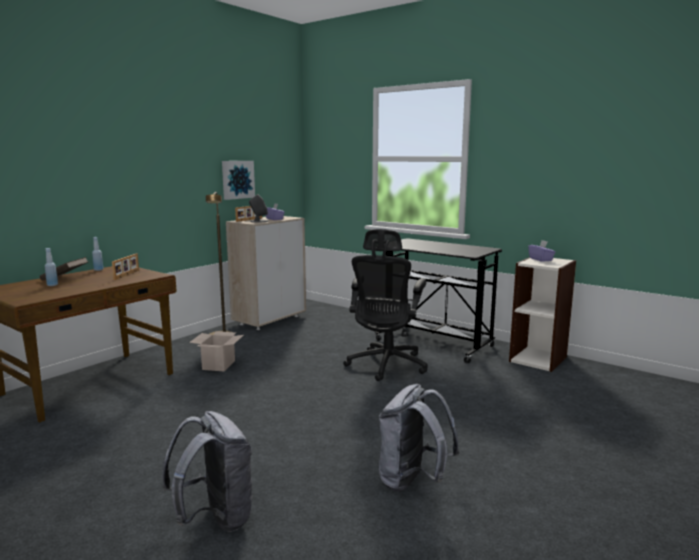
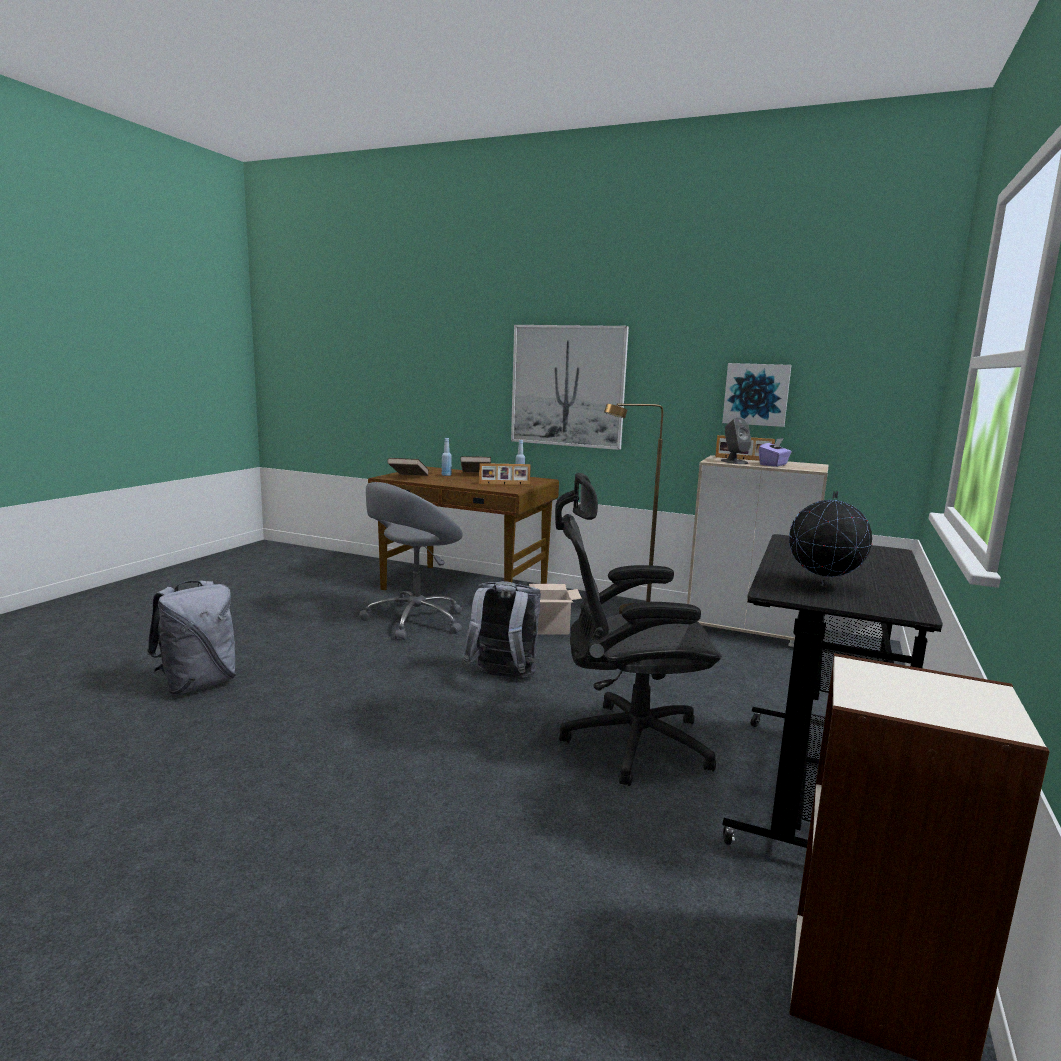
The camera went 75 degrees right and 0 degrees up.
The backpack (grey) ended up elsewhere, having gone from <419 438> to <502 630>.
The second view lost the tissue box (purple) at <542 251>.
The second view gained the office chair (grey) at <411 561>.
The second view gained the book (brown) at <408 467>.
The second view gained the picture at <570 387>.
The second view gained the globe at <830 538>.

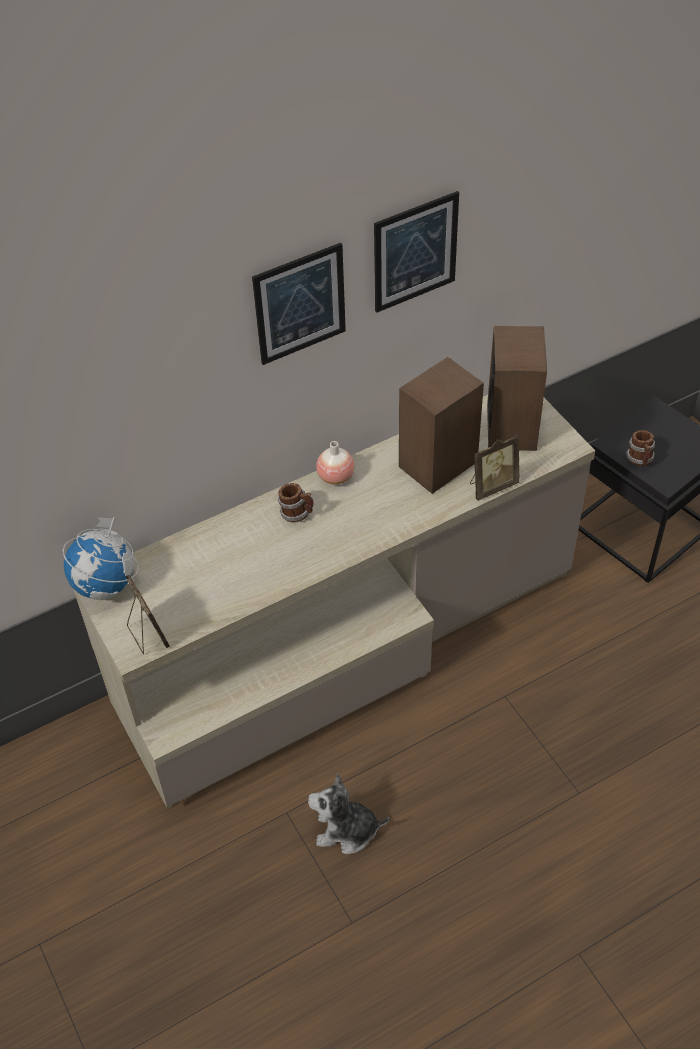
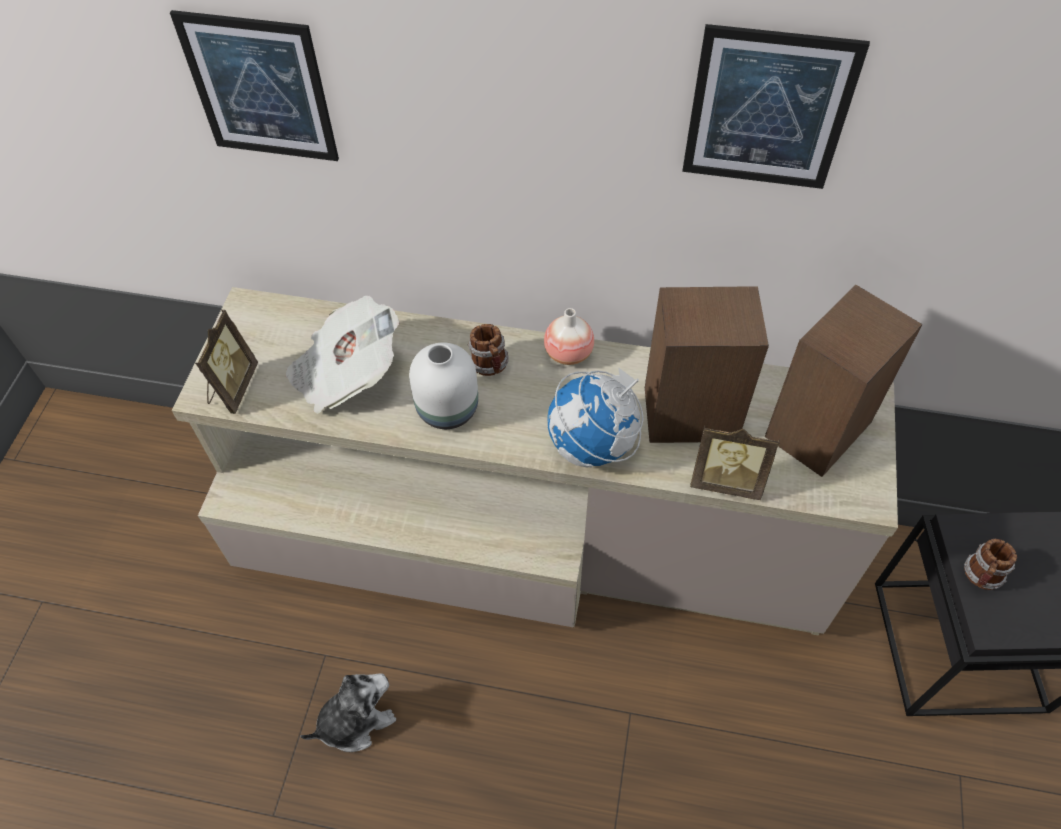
The camera went 40 degrees right and 5 degrees up.
The globe ended up elsewhere, having gone from <100 558> to <595 417>.
The picture ended up elsewhere, having gone from <299 304> to <254 85>.
The plush toy at <349 813> ended up facing another way, 105 degrees clockwise from before.
The second view gained the newspaper at <342 355>.
The second view gained the vase (white) at <443 385>.

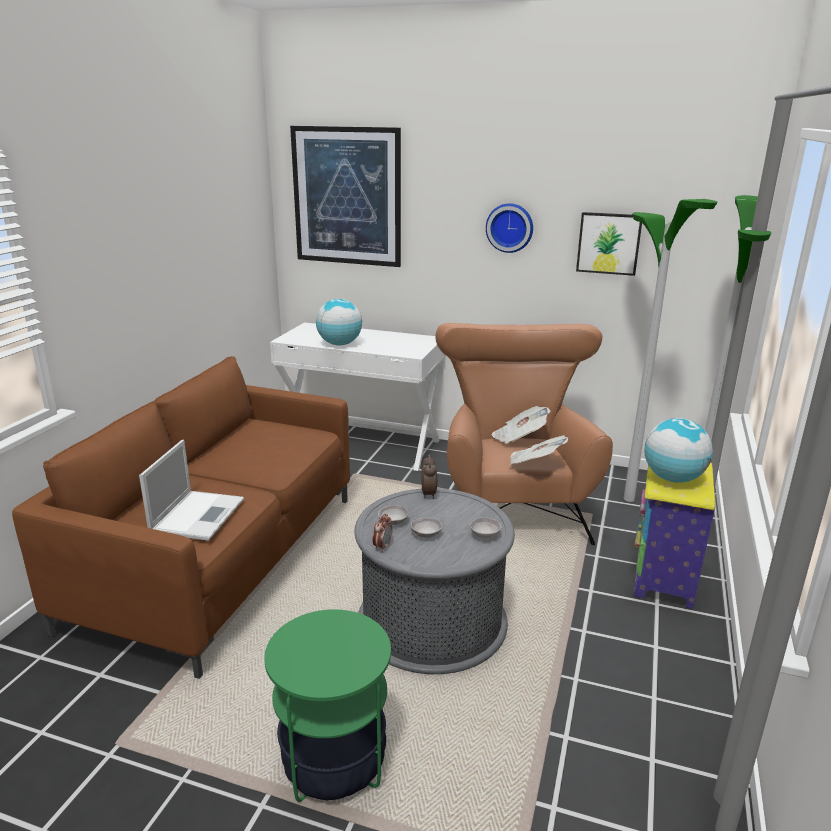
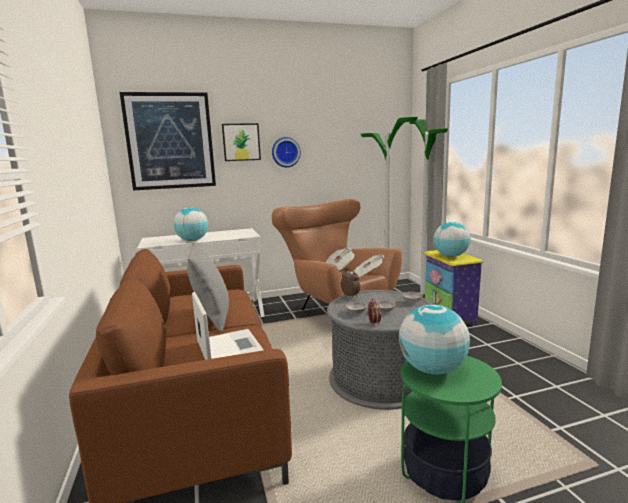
The camera went 35 degrees left and 10 degrees down.
The picture ended up elsewhere, having gone from <609 244> to <241 142>.
The second view gained the pillow (grey) at <208 287>.
The second view gained the globe at <434 339>.

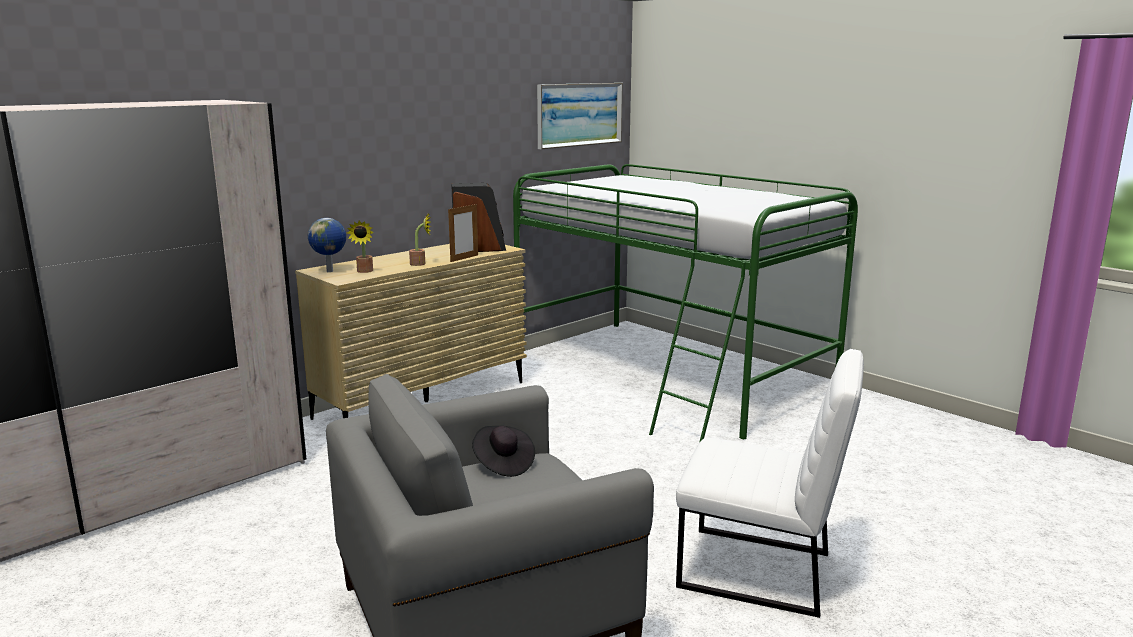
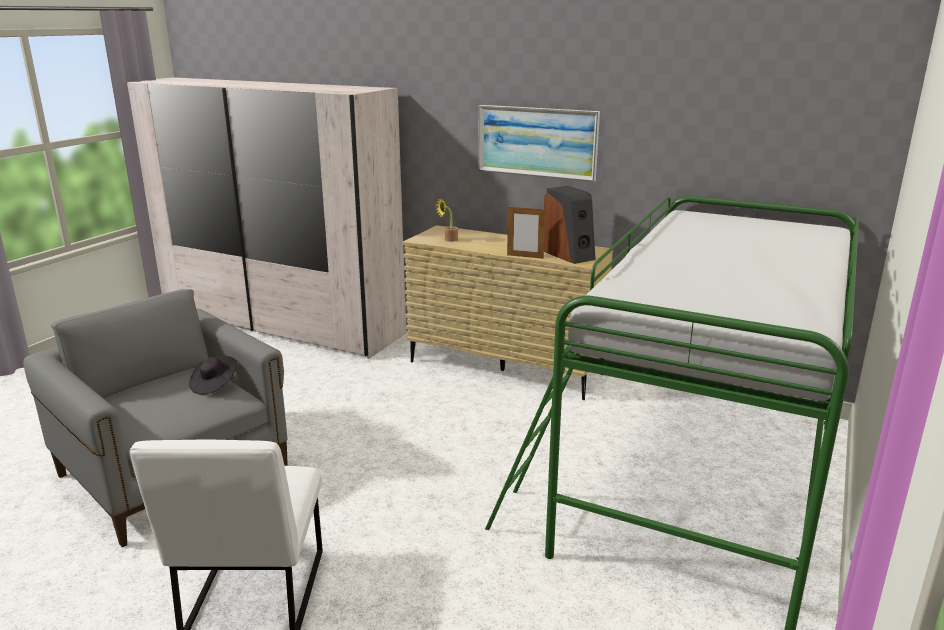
The camera went 70 degrees right and 5 degrees up.
The second view lost the globe at <327 245>.
The second view lost the potted plant at <420 239>.
The picture ended up elsewhere, having gone from <580 116> to <539 143>.

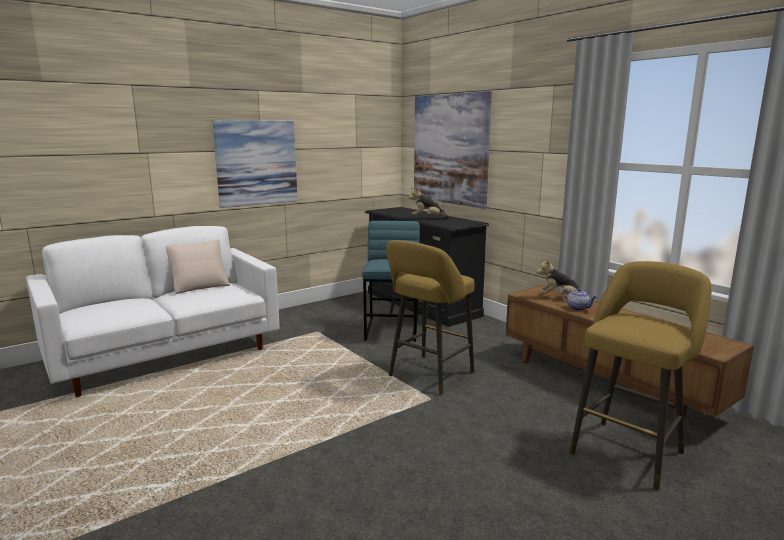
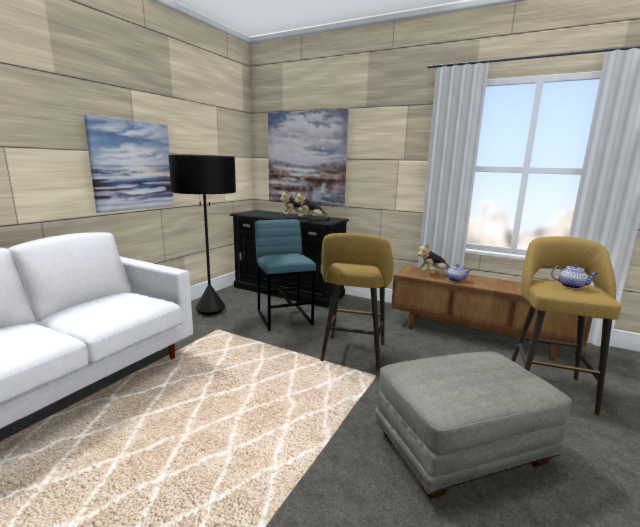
The camera went 25 degrees left and 0 degrees up.
The second view lost the pillow (beige) at <198 266>.
The second view gained the floor lamp (black) at <202 235>.
The second view gained the plush toy at <313 206>.
The second view gained the ottoman (grey) at <473 425>.
The second view gained the teapot at <574 276>.

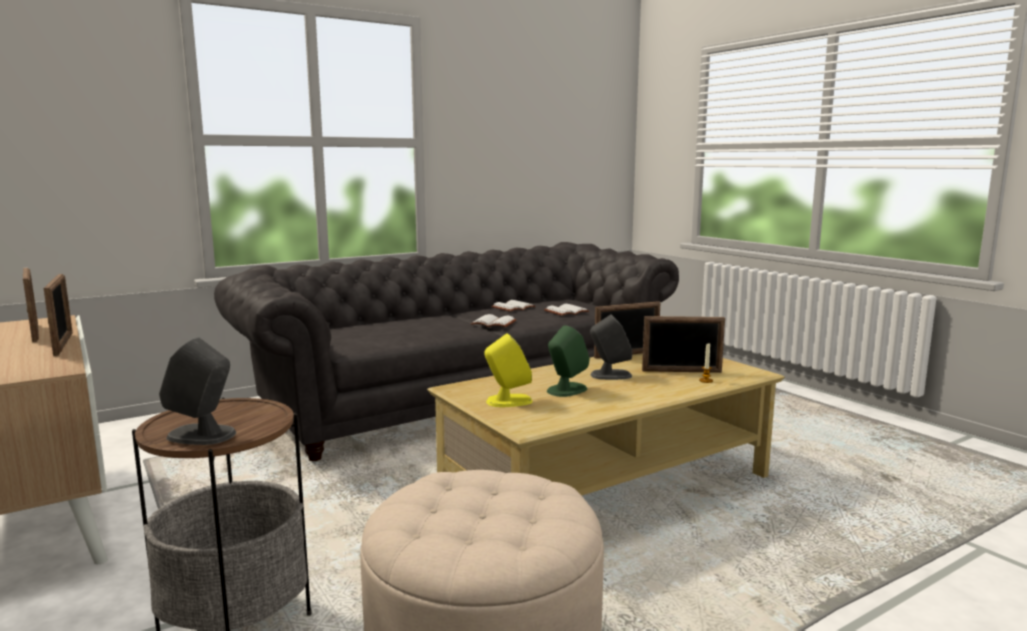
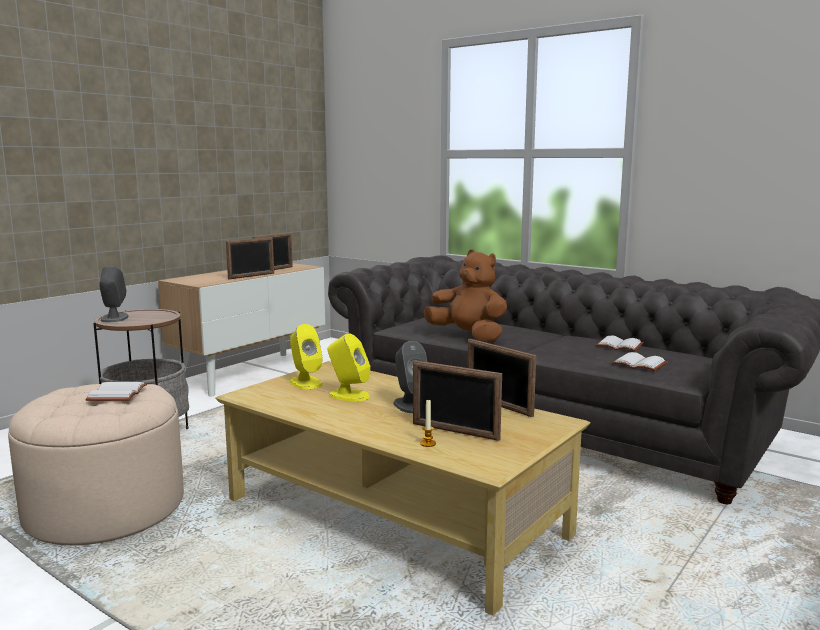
The camera went 70 degrees right and 0 degrees up.
The book (white) ended up elsewhere, having gone from <494 320> to <116 391>.
What was the speaker (green) at <568 361> turned into the speaker (yellow) at <349 367>.
The picture frame at <683 344> ended up facing another way, 45 degrees counterclockwise from before.
The second view gained the plush toy (brown) at <465 295>.

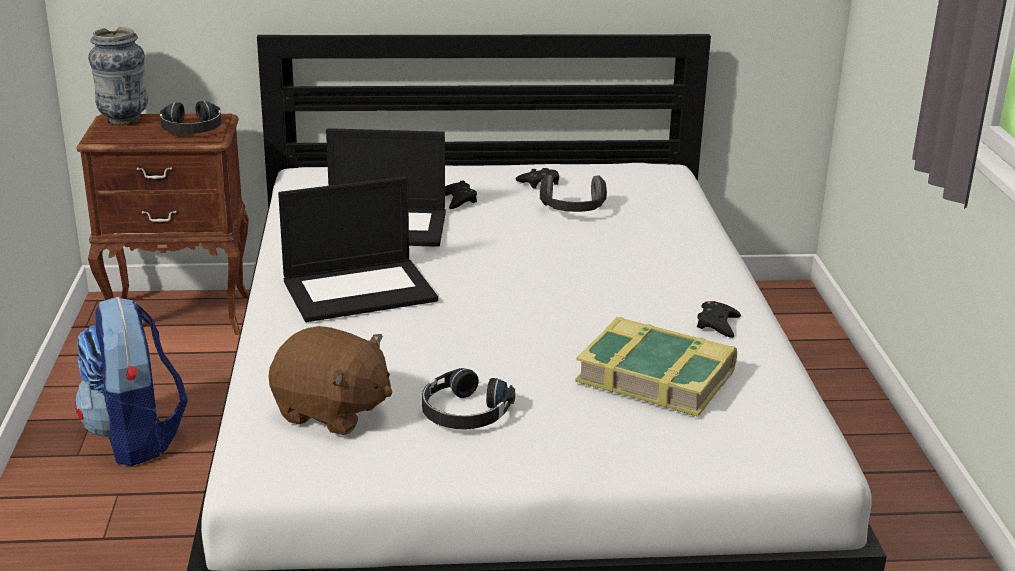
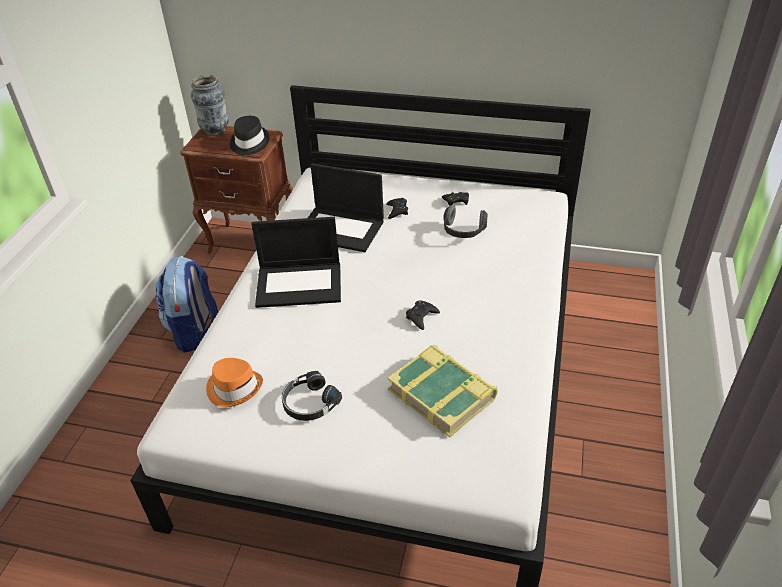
The camera went 20 degrees right and 15 degrees up.
Where the headphones (black) stood at <191 117>, the hat (black) came to stand at <249 135>.
Where the plush toy (brown) stood at <330 380>, the hat (orange) came to stand at <234 382>.
The game controller (black) ended up elsewhere, having gone from <719 319> to <423 315>.

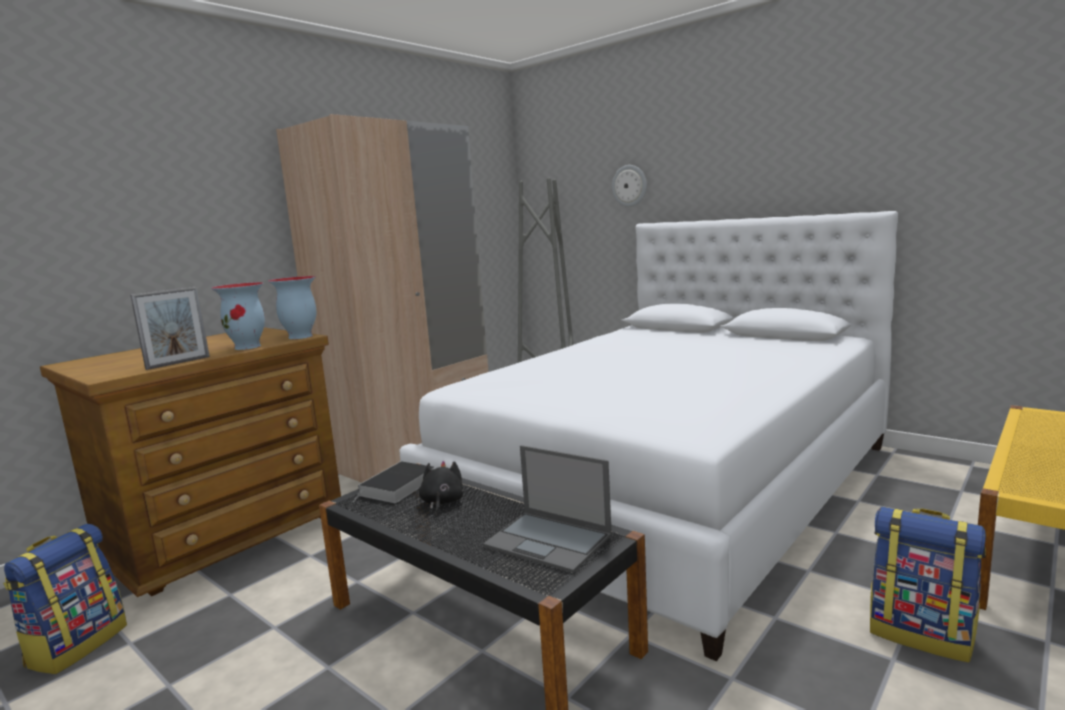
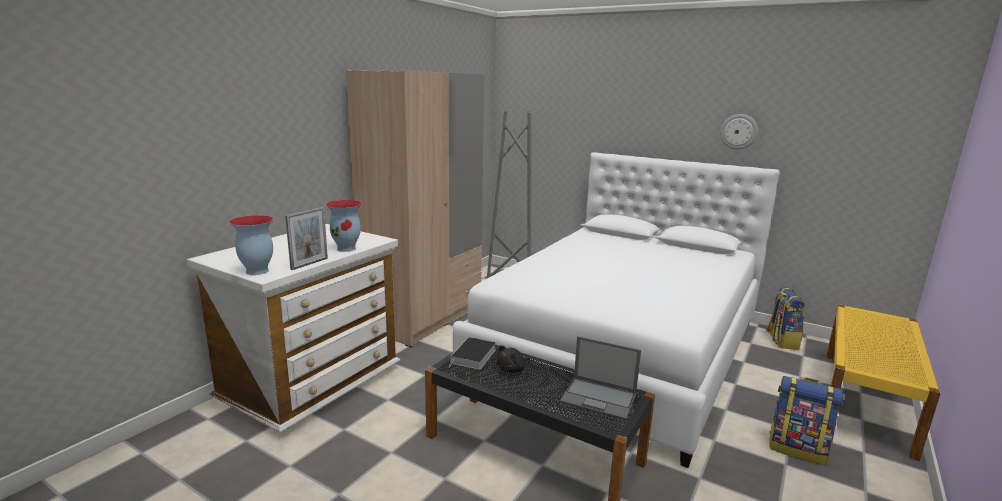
The camera went 10 degrees left and 5 degrees up.
The backpack ended up elsewhere, having gone from <65 599> to <785 318>.
What was the dresser (brown) at <190 462> turned into the dresser (white) at <293 328>.
The vase ended up elsewhere, having gone from <292 307> to <251 245>.
The plush toy (black) at <441 488> ended up facing another way, 120 degrees counterclockwise from before.
The wall clock ended up elsewhere, having gone from <629 186> to <739 132>.

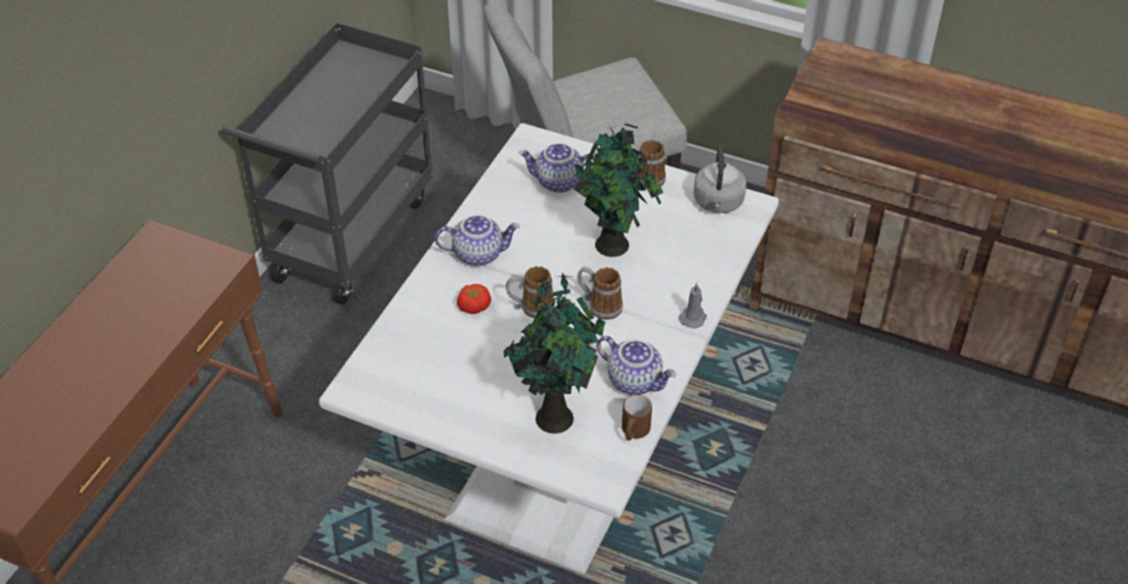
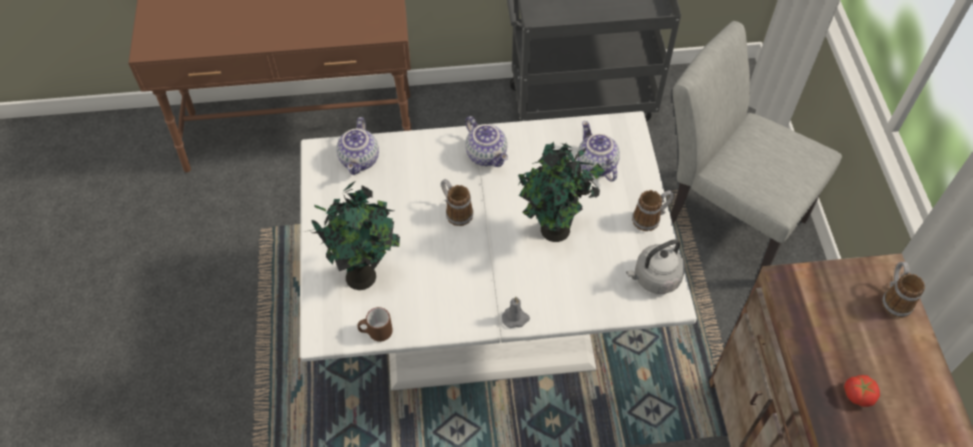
The camera went 60 degrees right and 10 degrees up.
The tomato ended up elsewhere, having gone from <474 299> to <862 391>.
The mug ended up elsewhere, having gone from <600 293> to <903 290>.
The teapot ended up elsewhere, having gone from <636 365> to <358 146>.

